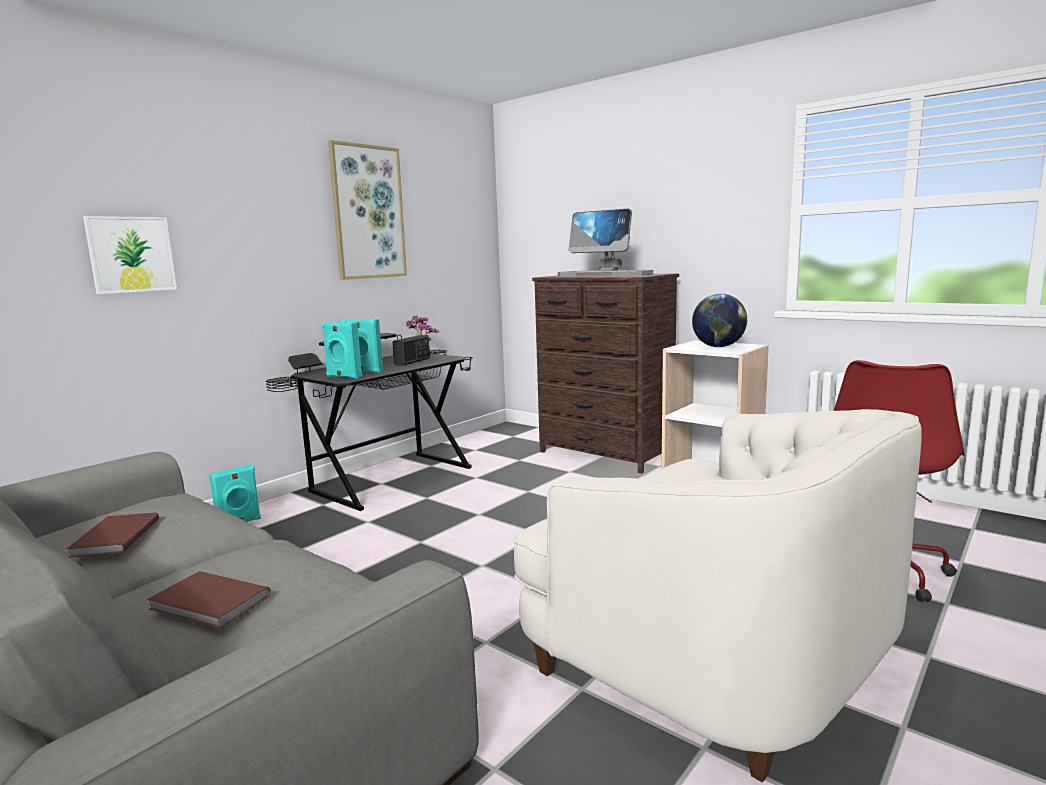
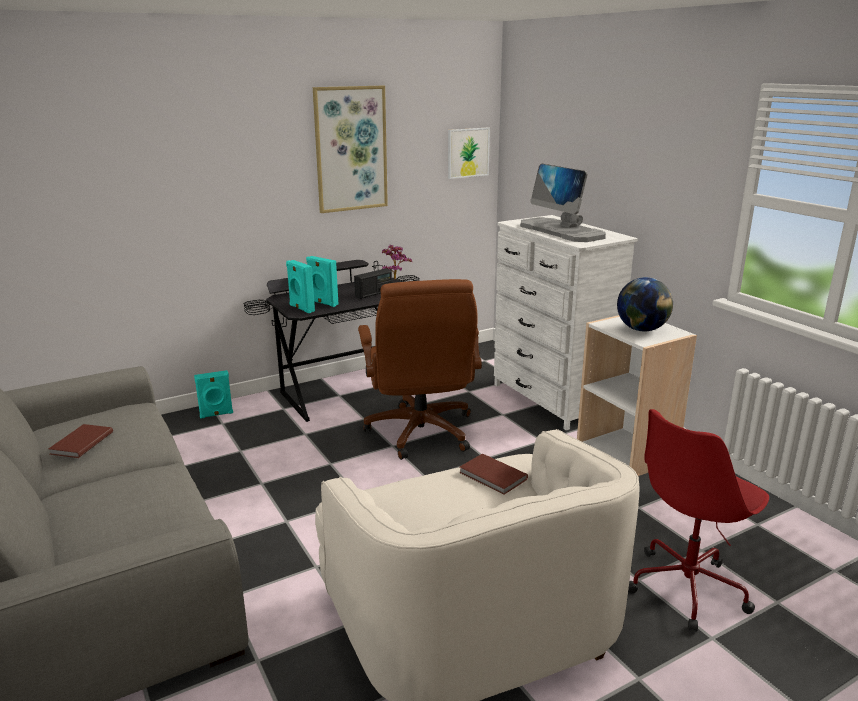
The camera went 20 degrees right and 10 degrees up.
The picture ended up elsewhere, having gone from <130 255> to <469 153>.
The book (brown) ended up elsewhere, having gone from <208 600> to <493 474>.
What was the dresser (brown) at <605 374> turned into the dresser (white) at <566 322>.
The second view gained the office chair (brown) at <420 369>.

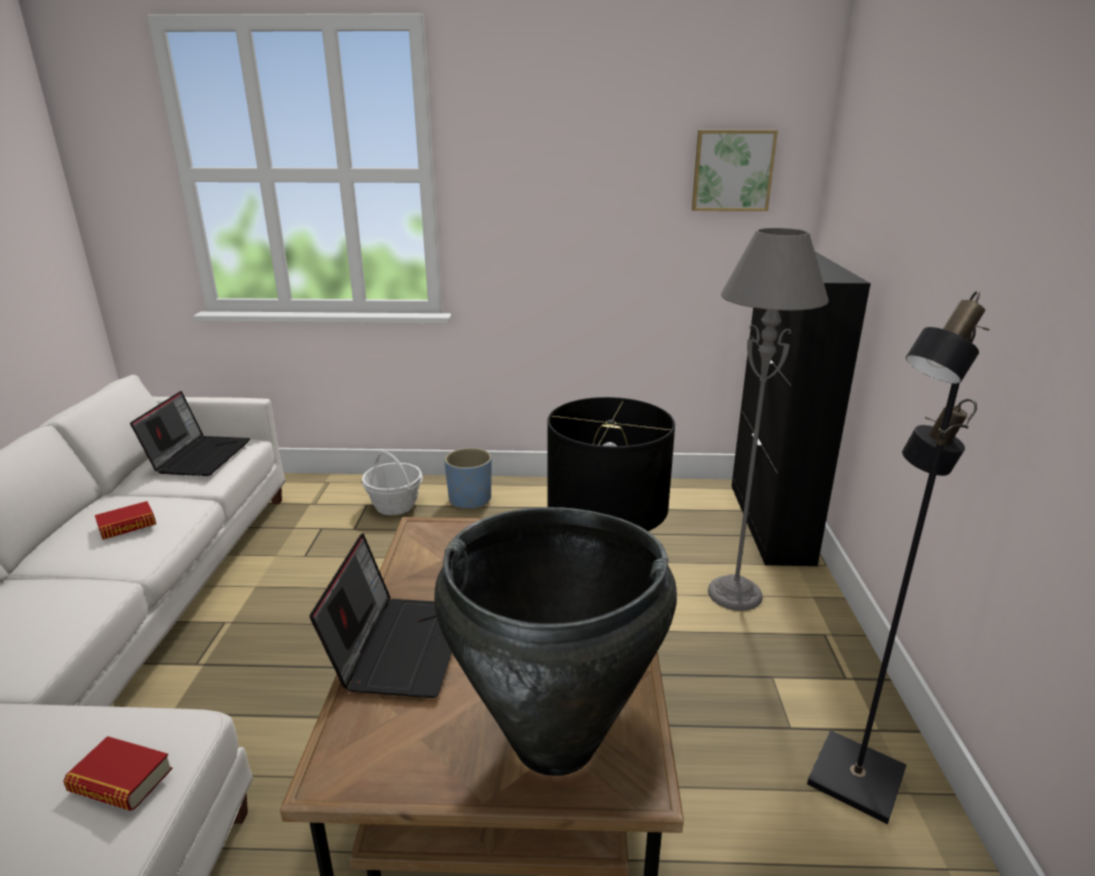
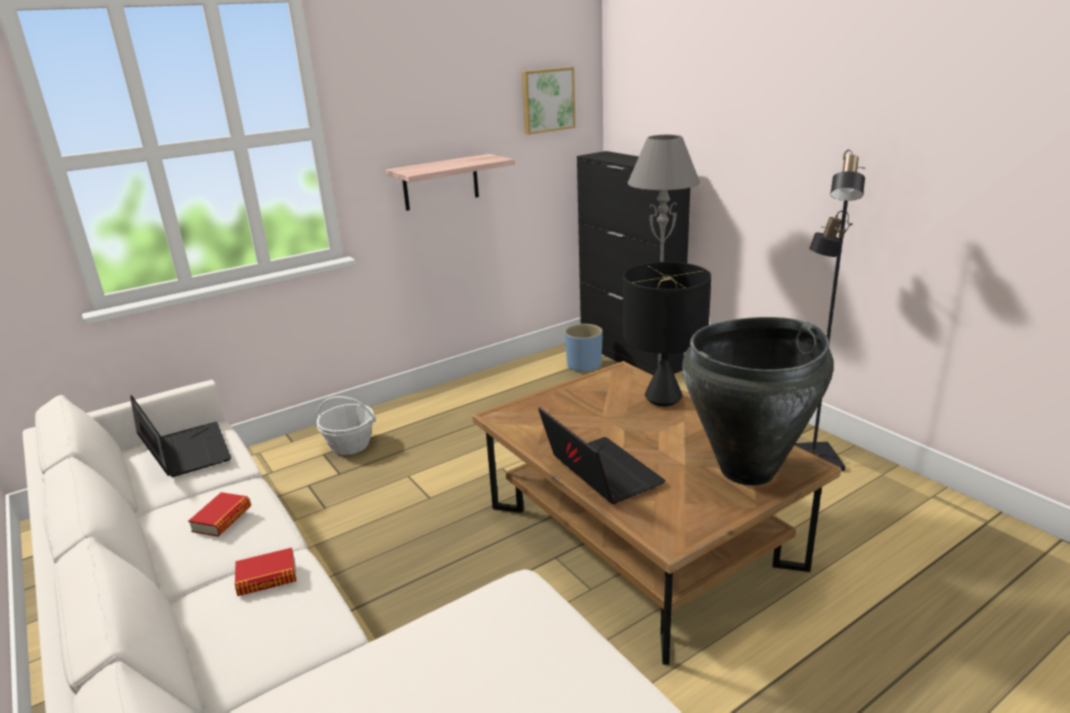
The camera went 35 degrees left and 0 degrees up.
The book ended up elsewhere, having gone from <118 773> to <265 572>.
The planter (blue) ended up elsewhere, having gone from <468 478> to <583 348>.
The second view gained the shelf at <450 182>.

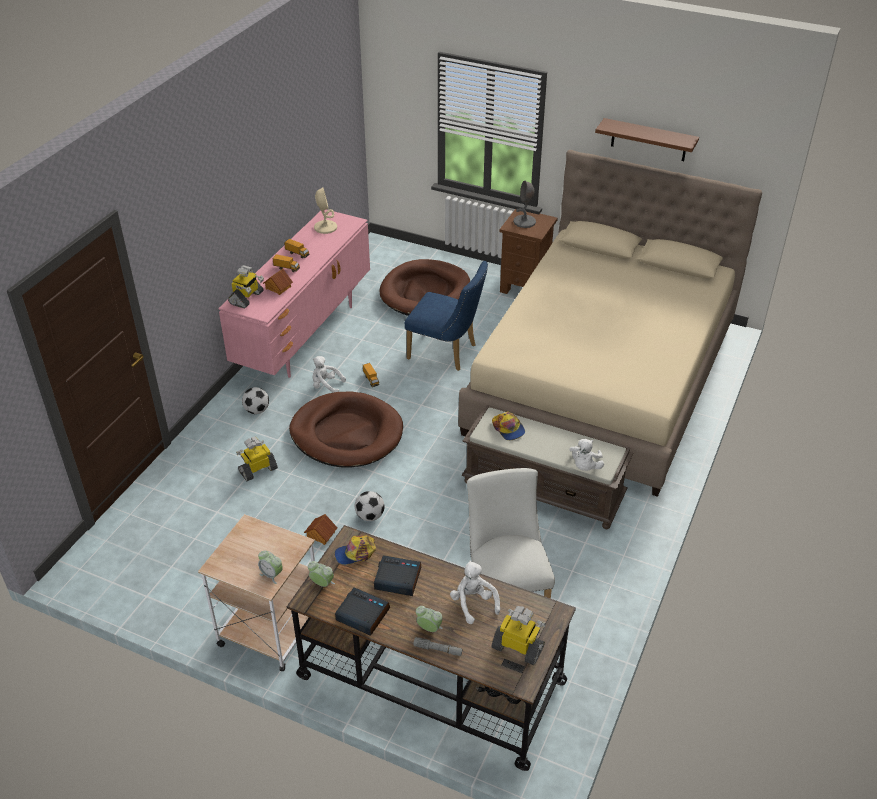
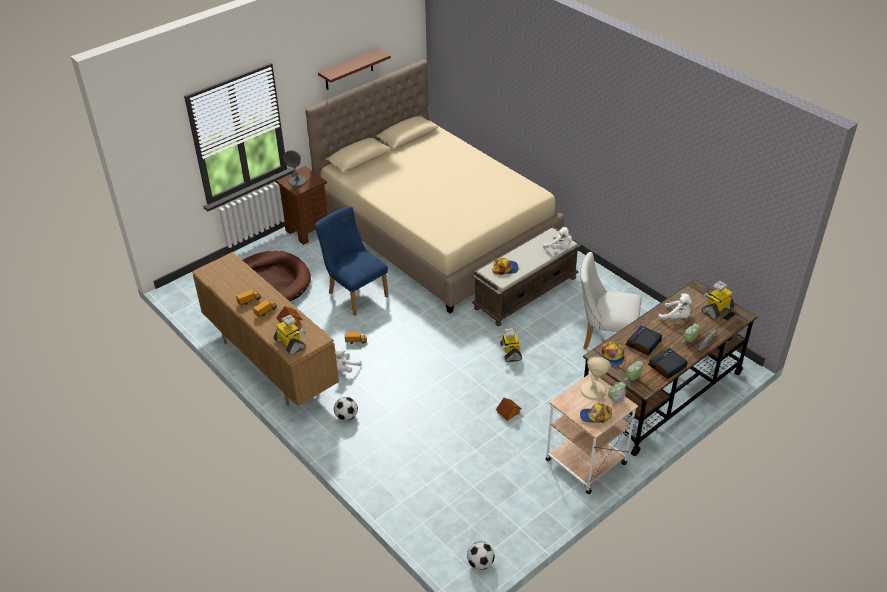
The camera went 65 degrees left and 0 degrees up.
What was the dresser (pink) at <294 294> turned into the dresser (brown) at <265 329>.
The toy robot ended up elsewhere, having gone from <257 459> to <510 345>.
The second view lost the dog bed (brown) at <346 429>.
The table lamp (beige) ended up elsewhere, having gone from <325 211> to <596 378>.
The football ended up elsewhere, having gone from <370 506> to <481 555>.
The chair (blue) at <446 316> ended up facing another way, 90 degrees counterclockwise from before.
The plush toy (white) at <475 592> ended up facing another way, 150 degrees counterclockwise from before.
The second view gained the cap at <596 413>.

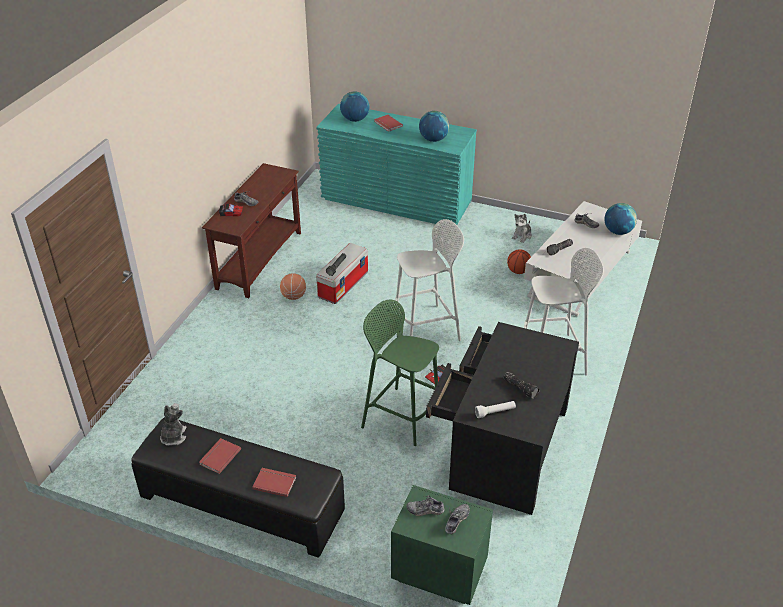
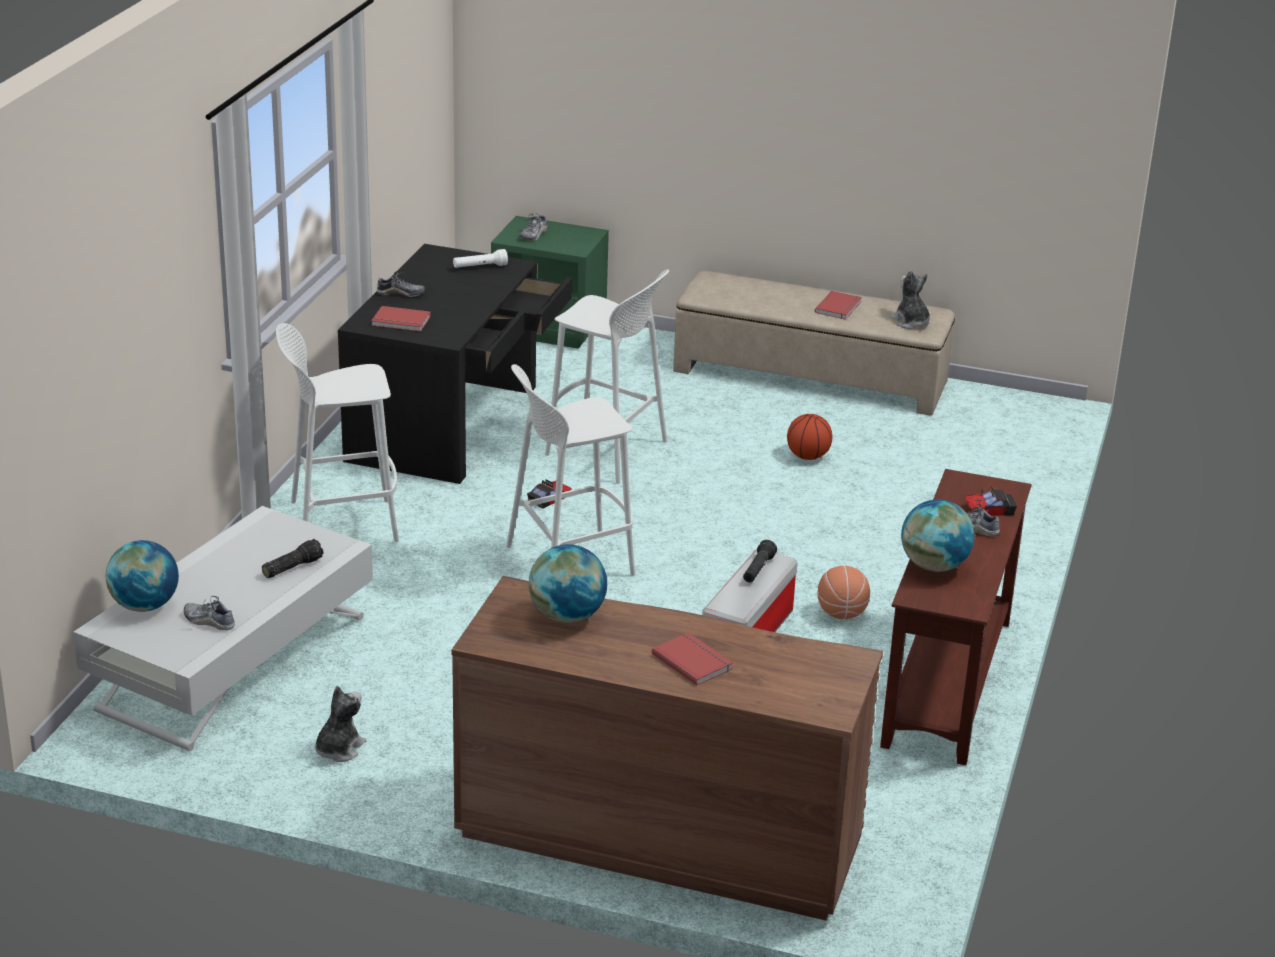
The camera went 175 degrees right and 10 degrees down.
What was the bench (black) at <238 487> turned into the bench (beige) at <814 343>.
The plush toy at <173 424> ended up facing another way, 150 degrees clockwise from before.
The book (red) ended up elsewhere, having gone from <274 482> to <401 319>.
What was the dresser (turquoise) at <396 164> turned into the dresser (brown) at <667 748>.
The globe ended up elsewhere, having gone from <355 107> to <937 535>.
What was the stool (green) at <400 373> turned into the stool (white) at <607 376>.
The shoe ended up elsewhere, having gone from <426 505> to <400 284>.
The second view lost the flashlight at <521 385>.
The basketball ended up elsewhere, having gone from <519 261> to <809 437>.

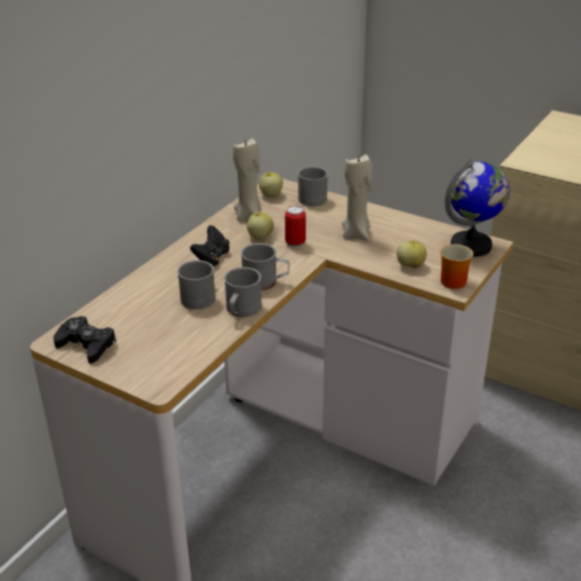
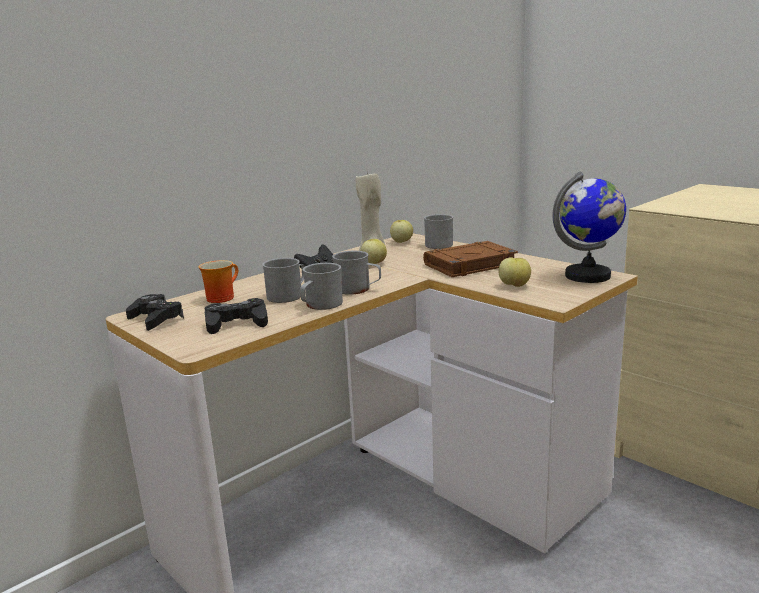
The camera went 15 degrees right and 15 degrees down.
The second view lost the can at <295 227>.
Where the candle (beige) stood at <356 198>, the book (brown) came to stand at <470 259>.
The mug ended up elsewhere, having gone from <456 266> to <218 281>.
The second view gained the game controller (black) at <236 316>.

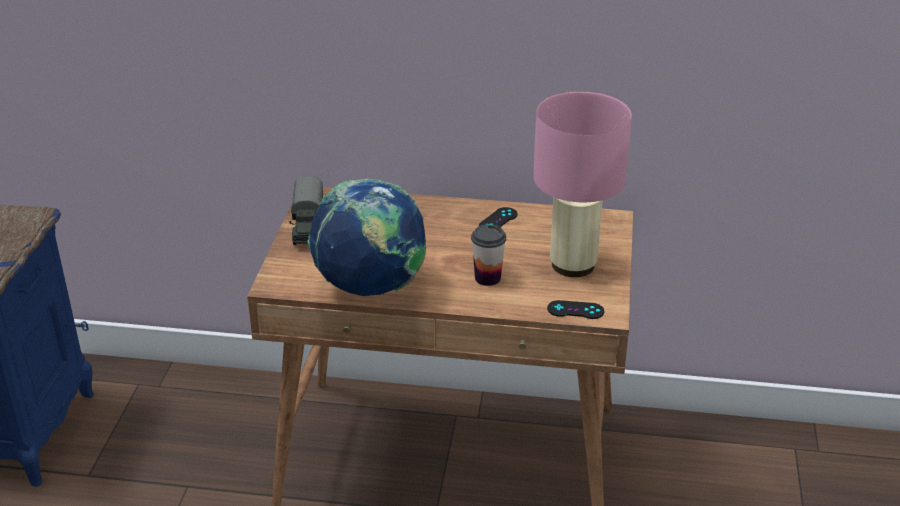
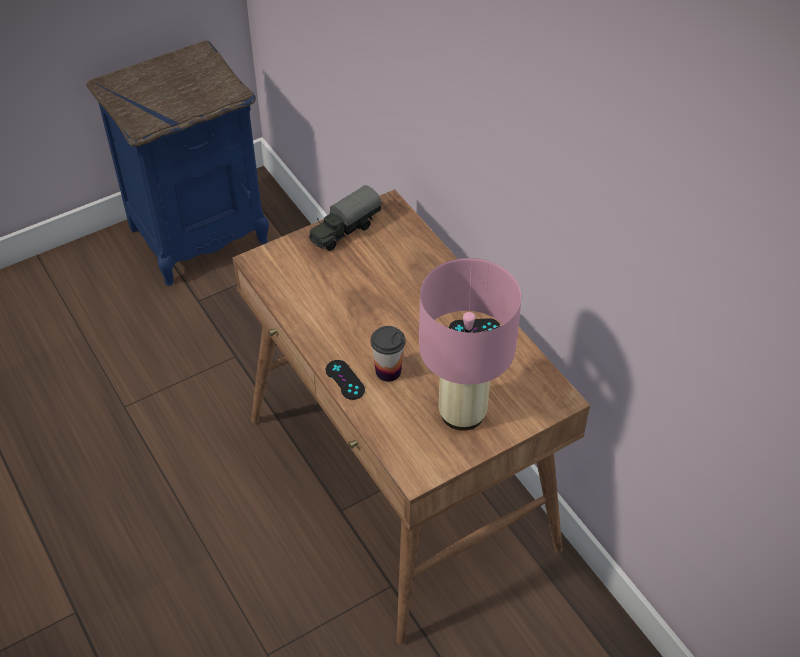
The camera went 50 degrees right and 15 degrees up.
The second view lost the globe at <367 237>.
The game controller (black) ended up elsewhere, having gone from <575 309> to <345 380>.

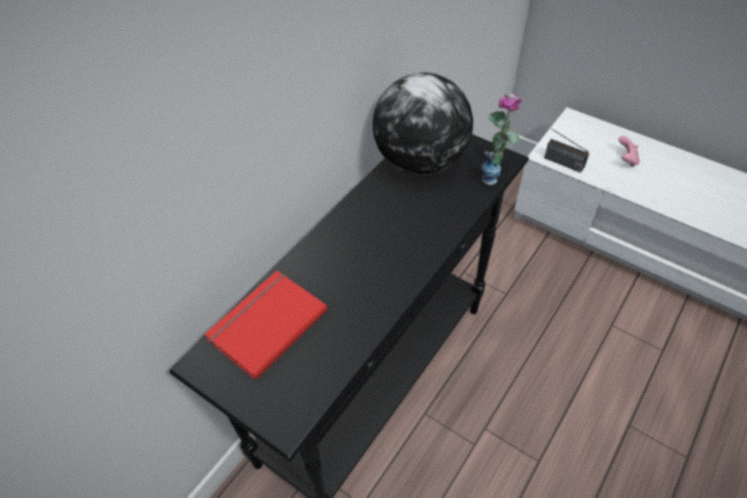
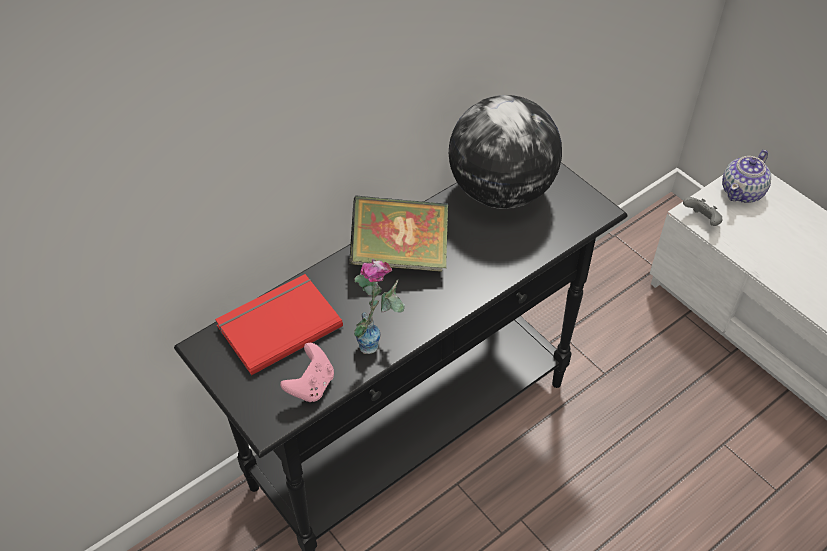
The camera went 15 degrees right and 0 degrees up.
The vase ended up elsewhere, having gone from <501 139> to <379 306>.
Where the radio stood at <561 145>, the game controller (grey) came to stand at <703 211>.
The game controller (pink) ended up elsewhere, having gone from <629 151> to <307 372>.
The second view gained the book at <398 233>.
The second view gained the teapot at <746 176>.

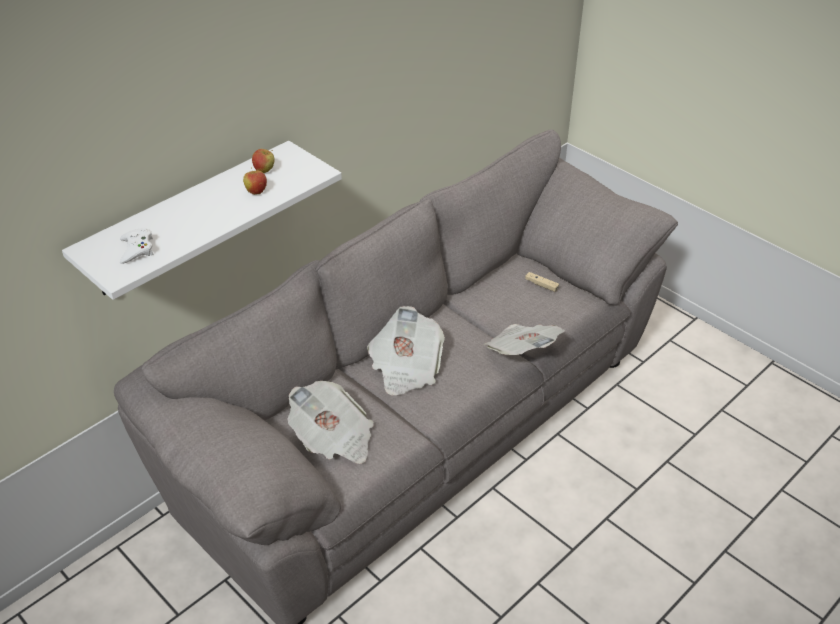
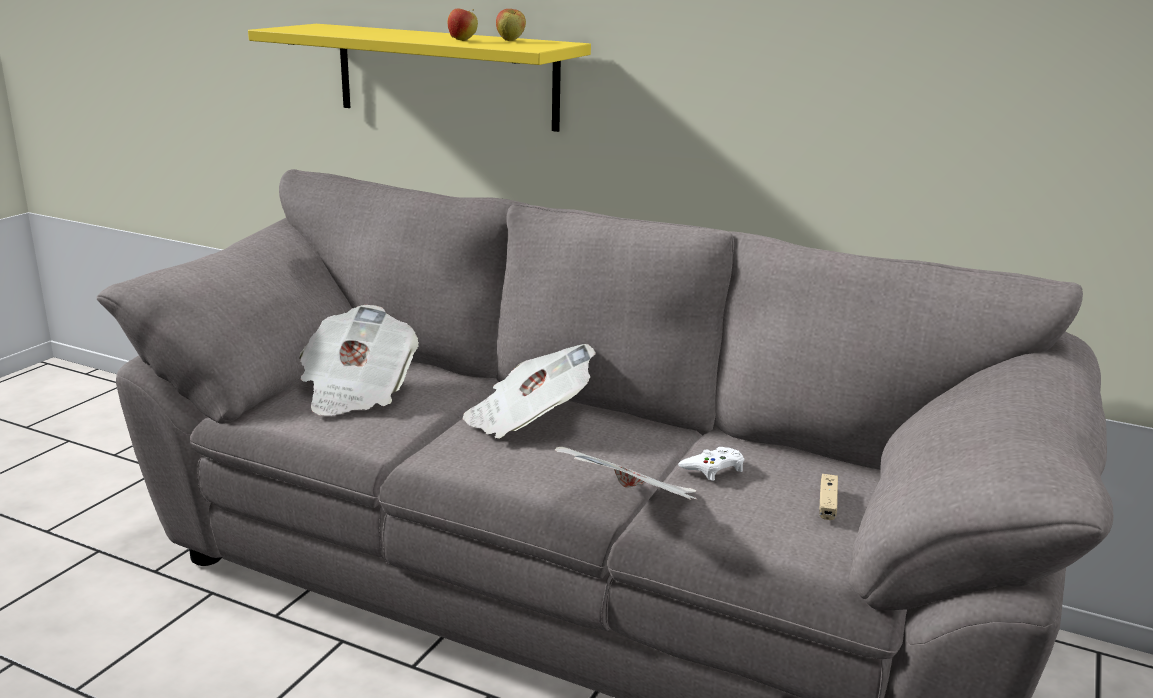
The camera went 70 degrees right and 20 degrees down.
What was the shelf (white) at <202 220> turned into the shelf (yellow) at <419 78>.
The game controller (white) ended up elsewhere, having gone from <136 246> to <711 464>.

